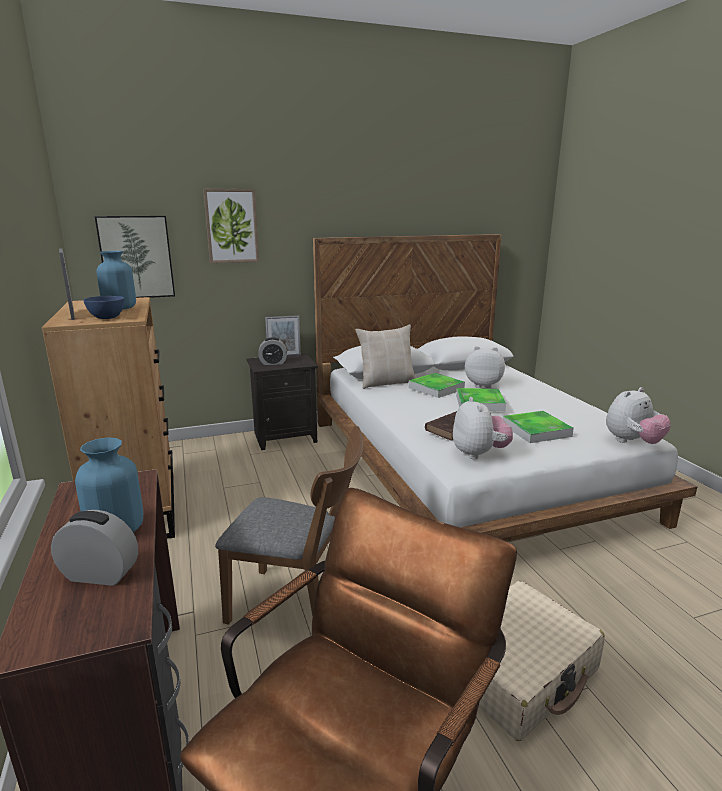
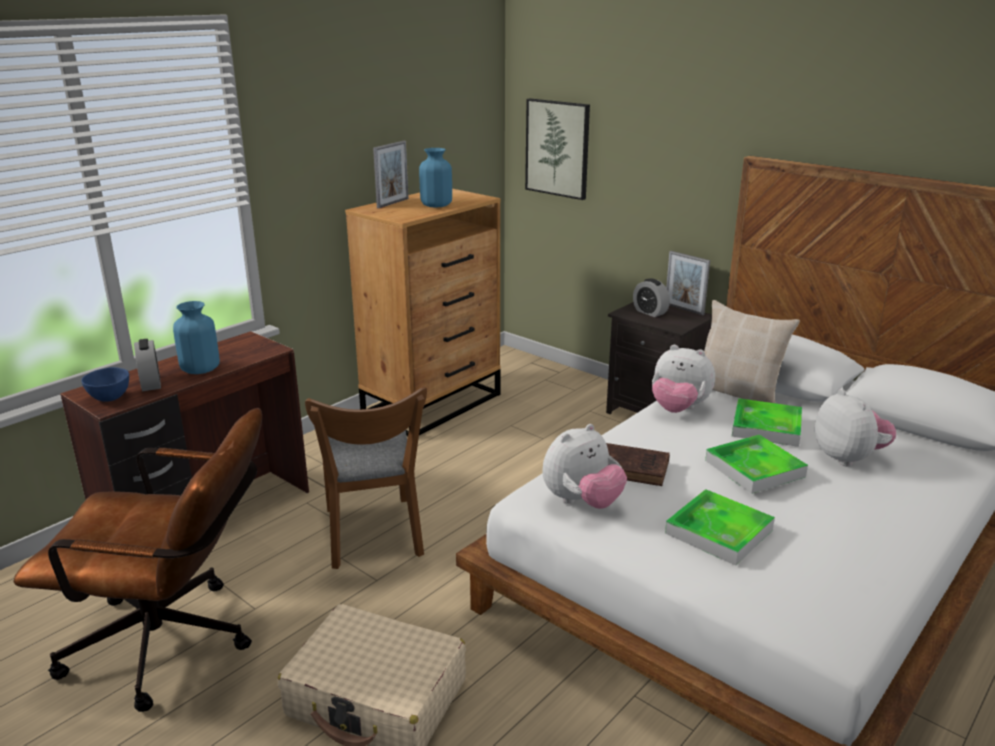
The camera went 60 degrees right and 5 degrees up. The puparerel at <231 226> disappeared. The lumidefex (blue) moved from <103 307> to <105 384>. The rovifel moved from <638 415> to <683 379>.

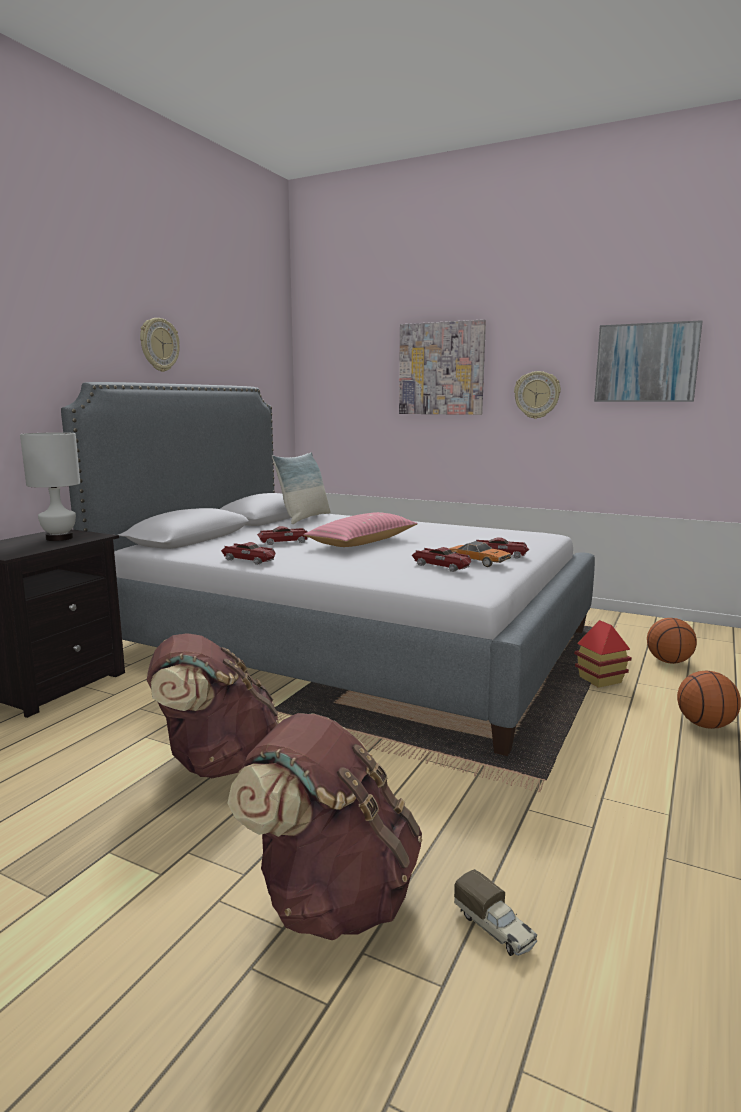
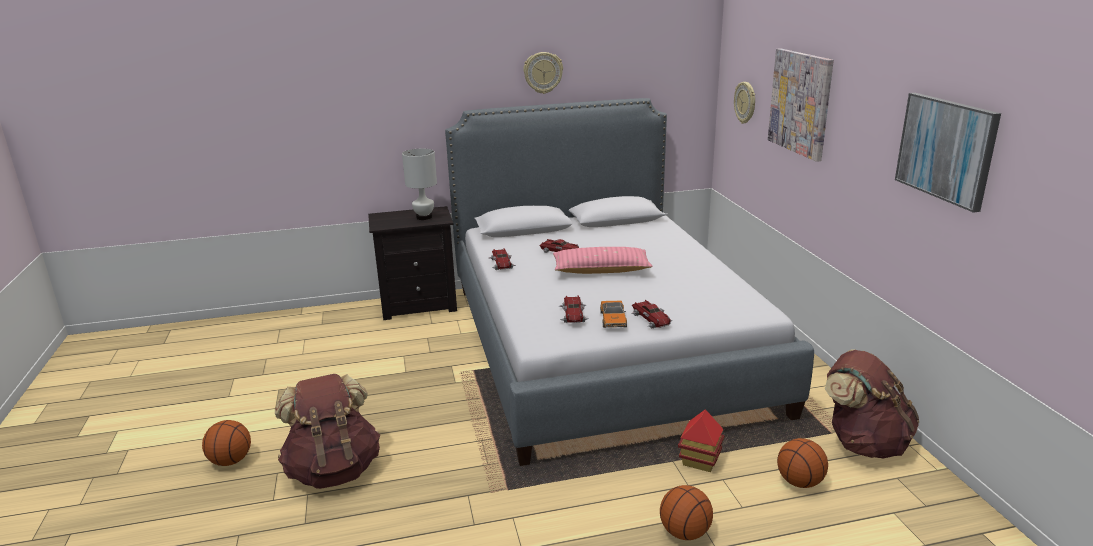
The camera went 50 degrees right and 10 degrees up. The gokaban at <301 488> disappeared. The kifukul at <495 912> disappeared. The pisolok at <226 443> appeared. The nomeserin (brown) moved from <213 705> to <872 404>. The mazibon moved from <537 395> to <744 103>.

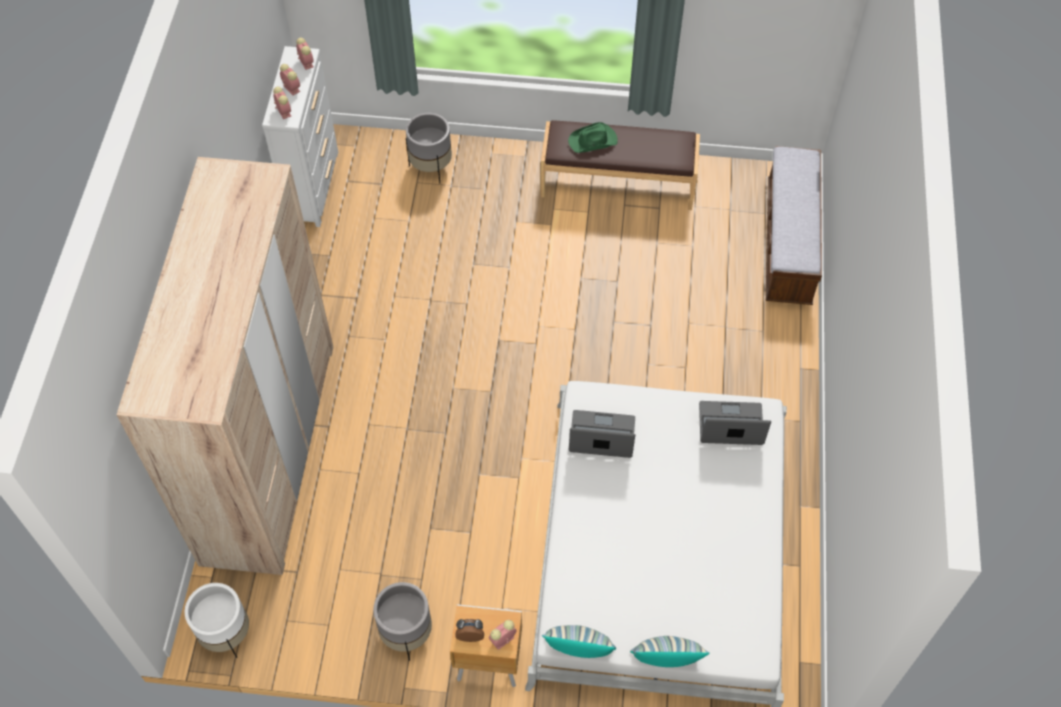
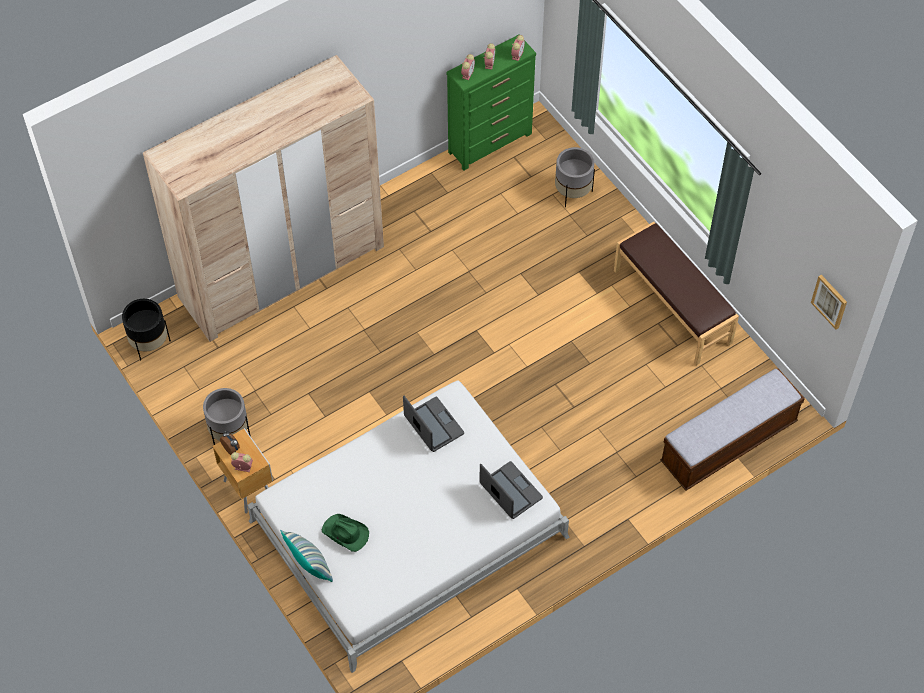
The camera went 50 degrees right and 0 degrees up. The gokaban at <579 641> disappeared. The puparerel at <829 302> appeared. The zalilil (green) moved from <593 137> to <345 533>. The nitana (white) at <217 620> became the nitana (black) at <146 329>. The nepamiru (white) at <300 136> became the nepamiru (green) at <491 103>.

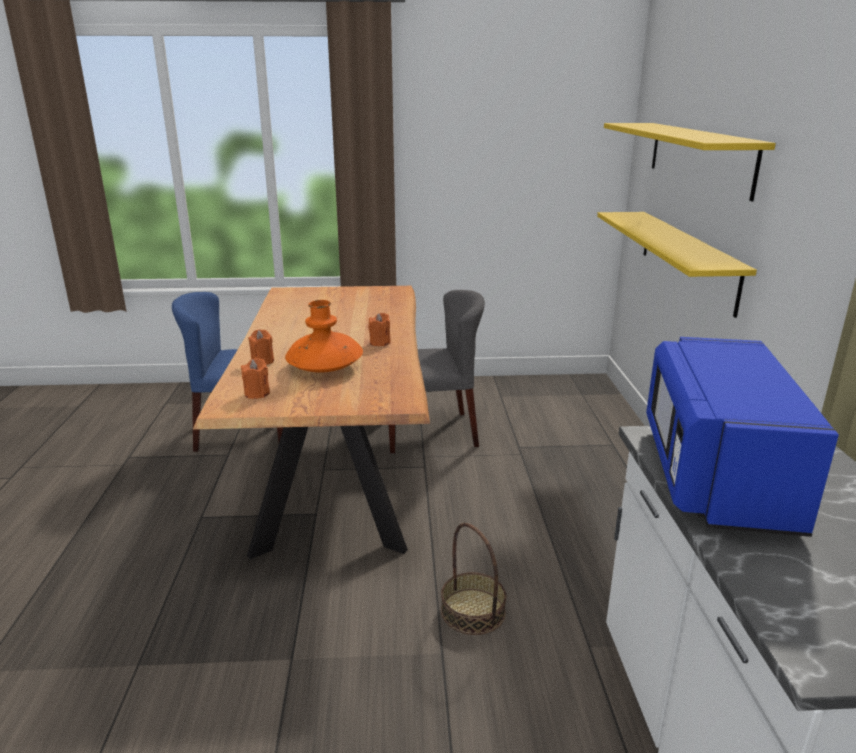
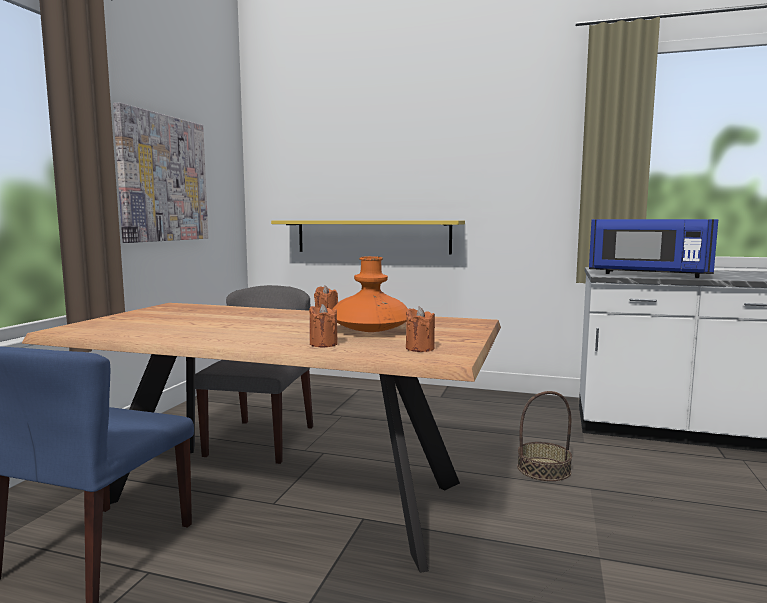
The camera went 70 degrees left and 15 degrees down. The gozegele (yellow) at <690 162> disappeared. The puparerel at <160 173> appeared.

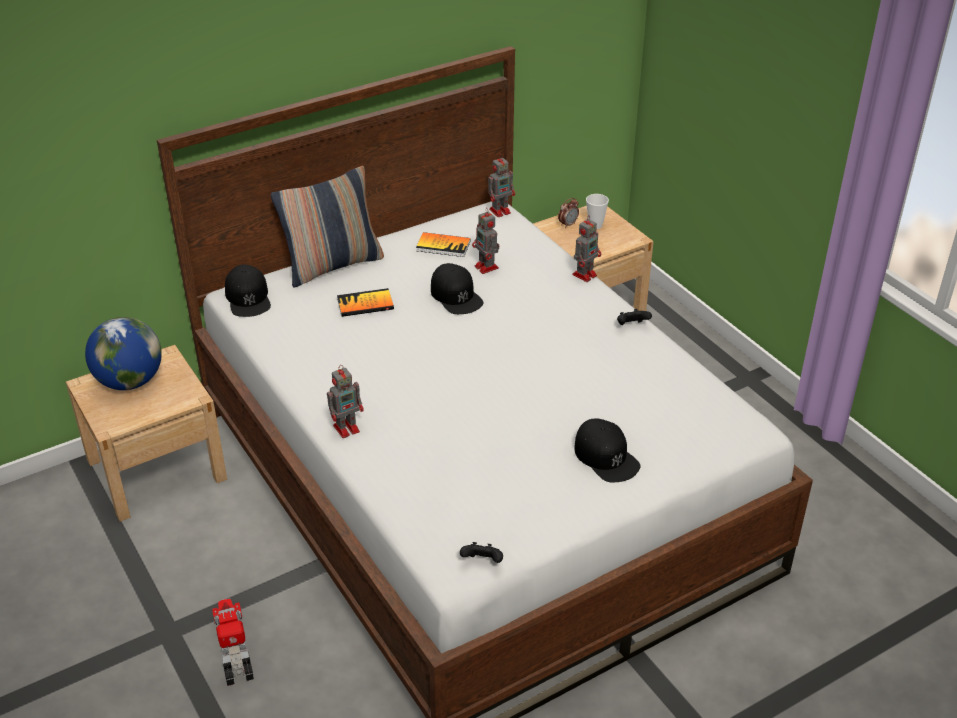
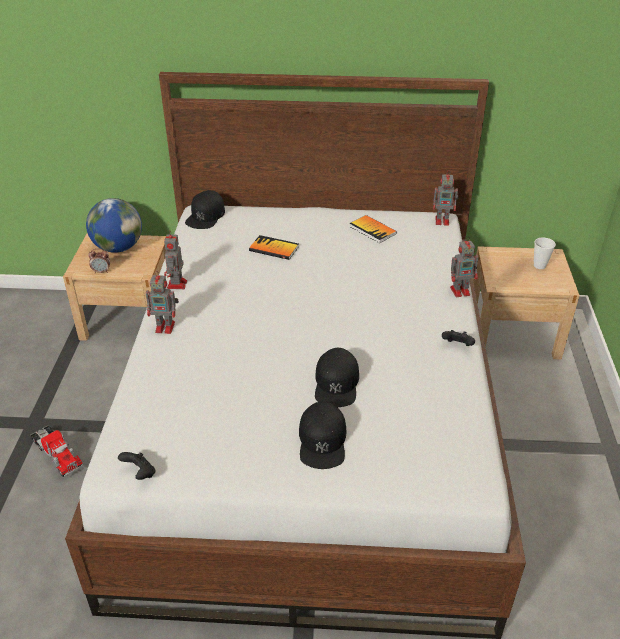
The camera went 35 degrees right and 0 degrees up. The gokaban at <327 227> disappeared. The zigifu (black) moved from <457 288> to <337 377>. The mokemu moved from <485 241> to <175 260>. The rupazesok moved from <568 213> to <99 261>. The kifukul at <233 642> turned 120 degrees clockwise.

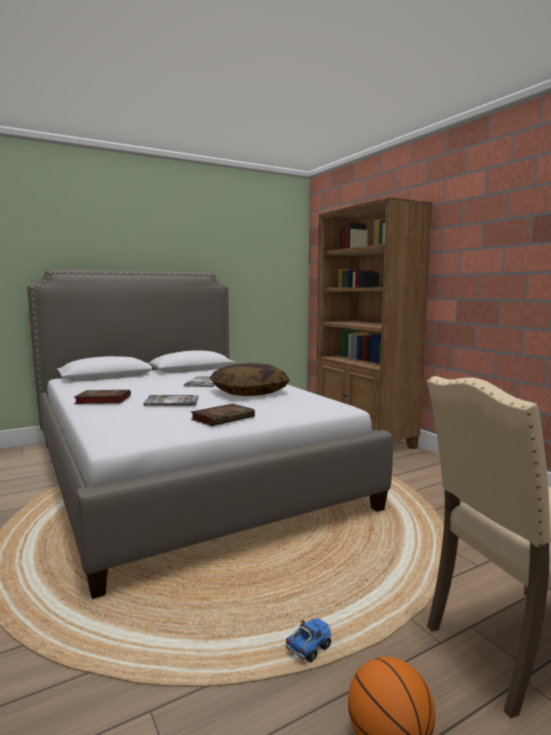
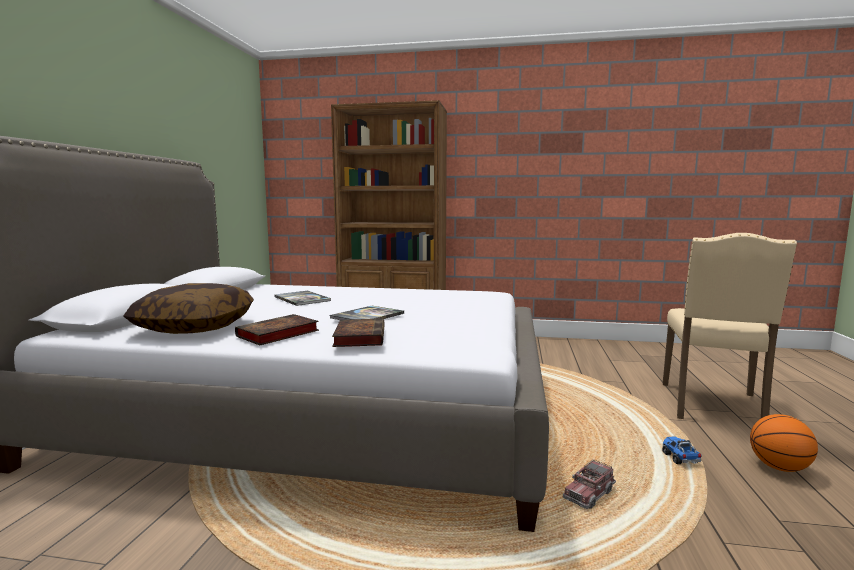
The camera went 50 degrees left and 0 degrees up. The kifukul at <589 484> appeared. The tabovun moved from <223 415> to <358 333>. The gokaban moved from <250 379> to <188 308>.

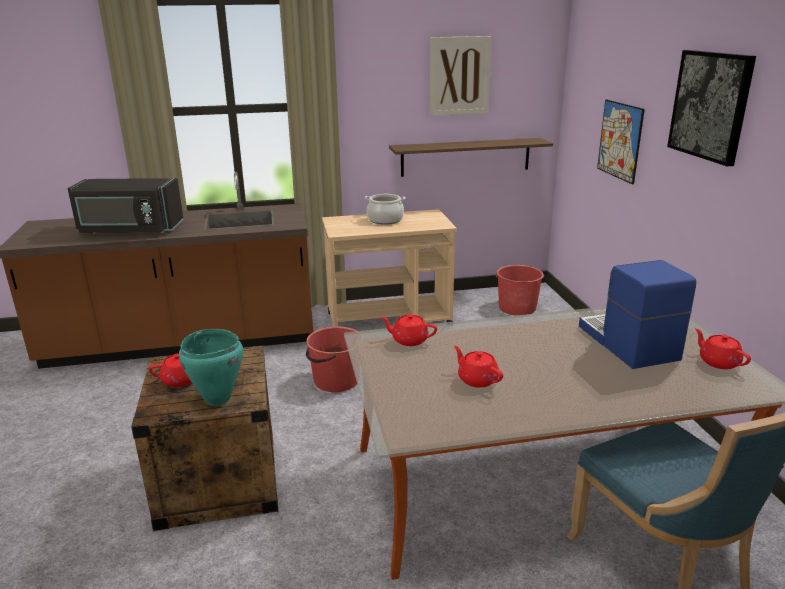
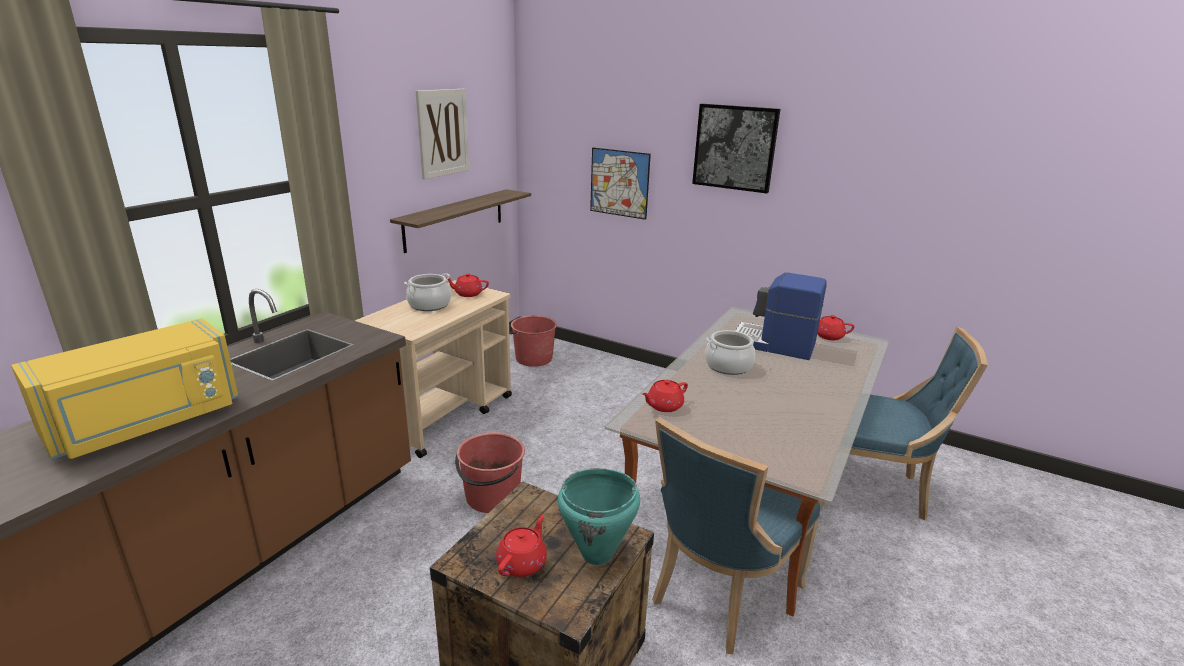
The camera went 50 degrees left and 0 degrees up. The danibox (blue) at <736 535> appeared. The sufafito at <731 352> appeared. The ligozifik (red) moved from <478 367> to <467 285>. The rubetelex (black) at <126 206> became the rubetelex (yellow) at <125 389>.

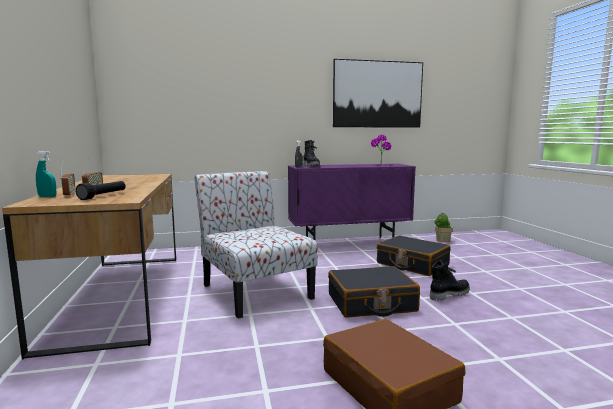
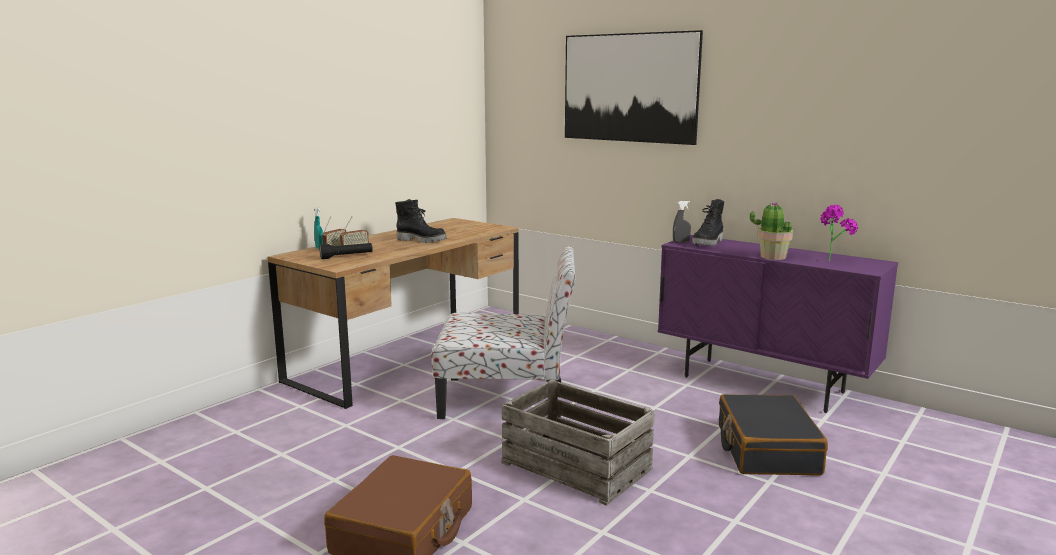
The camera went 50 degrees right and 5 degrees up. The puparerel moved from <378 93> to <634 87>. The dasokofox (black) moved from <450 280> to <421 221>. The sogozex moved from <444 227> to <771 230>. The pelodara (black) at <374 292> was replaced by the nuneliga at <578 443>. The danibox at <256 245> turned 75 degrees clockwise.

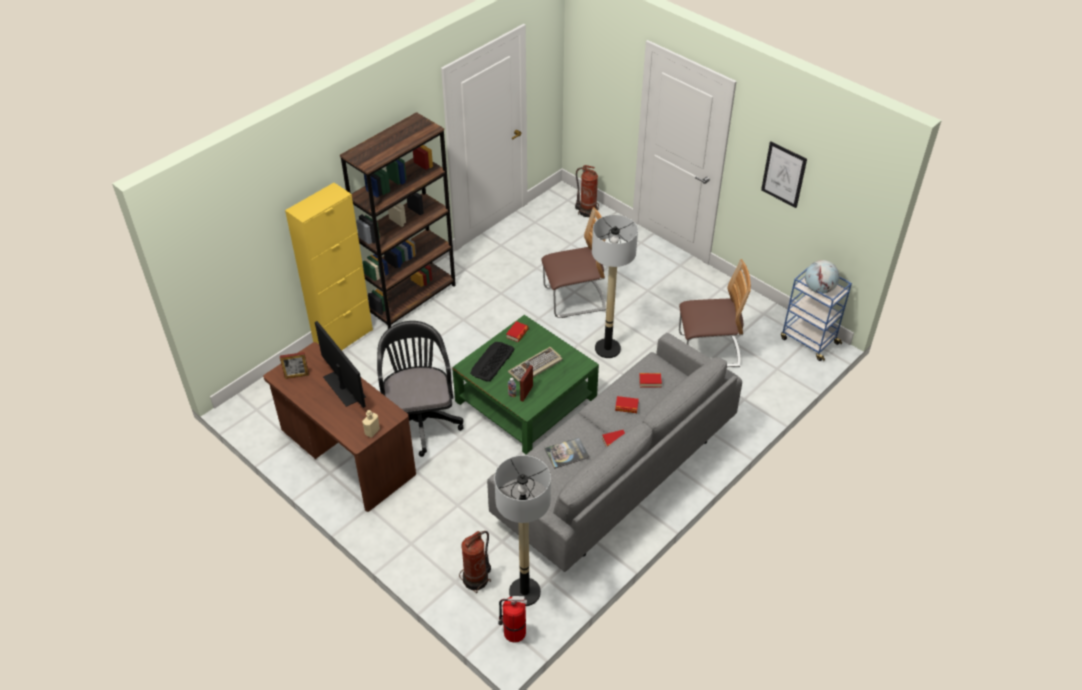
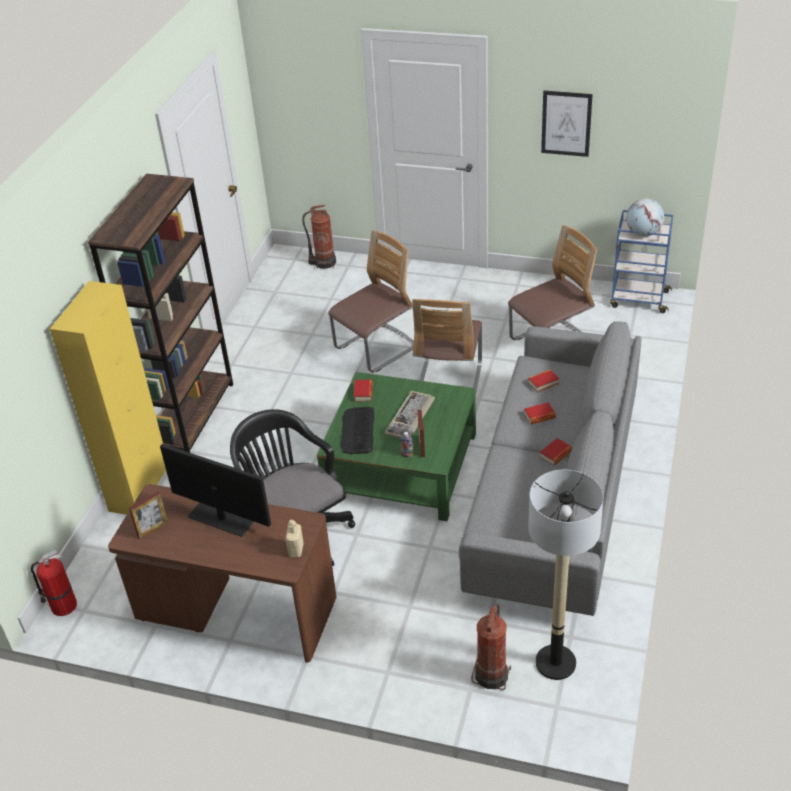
The camera went 25 degrees left and 5 degrees down. The tabovun at <567 453> disappeared. The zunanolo moved from <512 619> to <54 583>. The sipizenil at <615 286> was replaced by the danibox at <447 345>.

